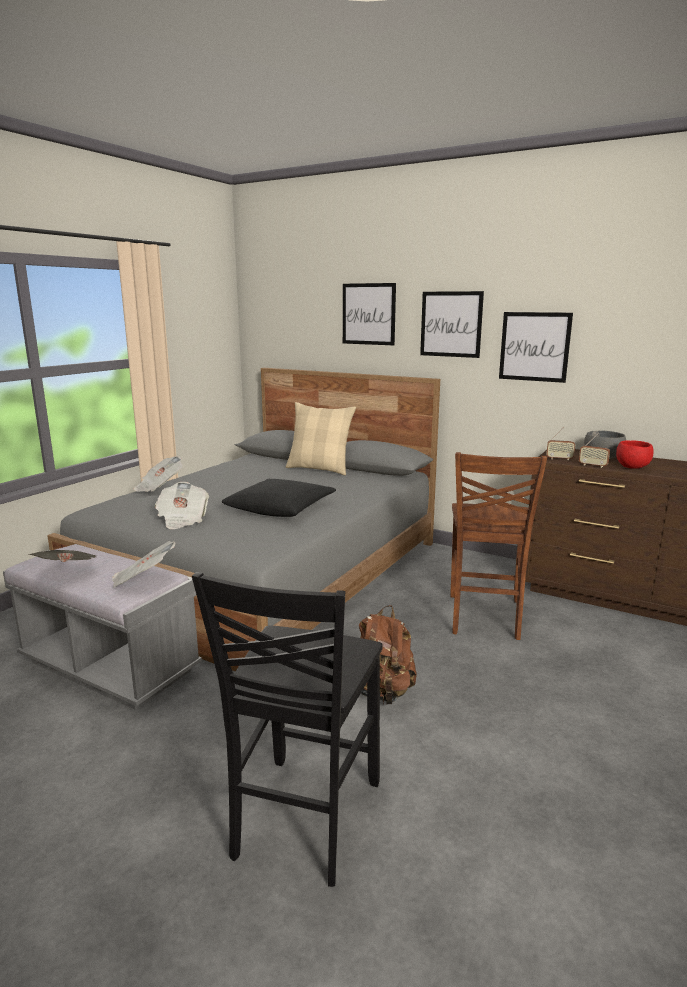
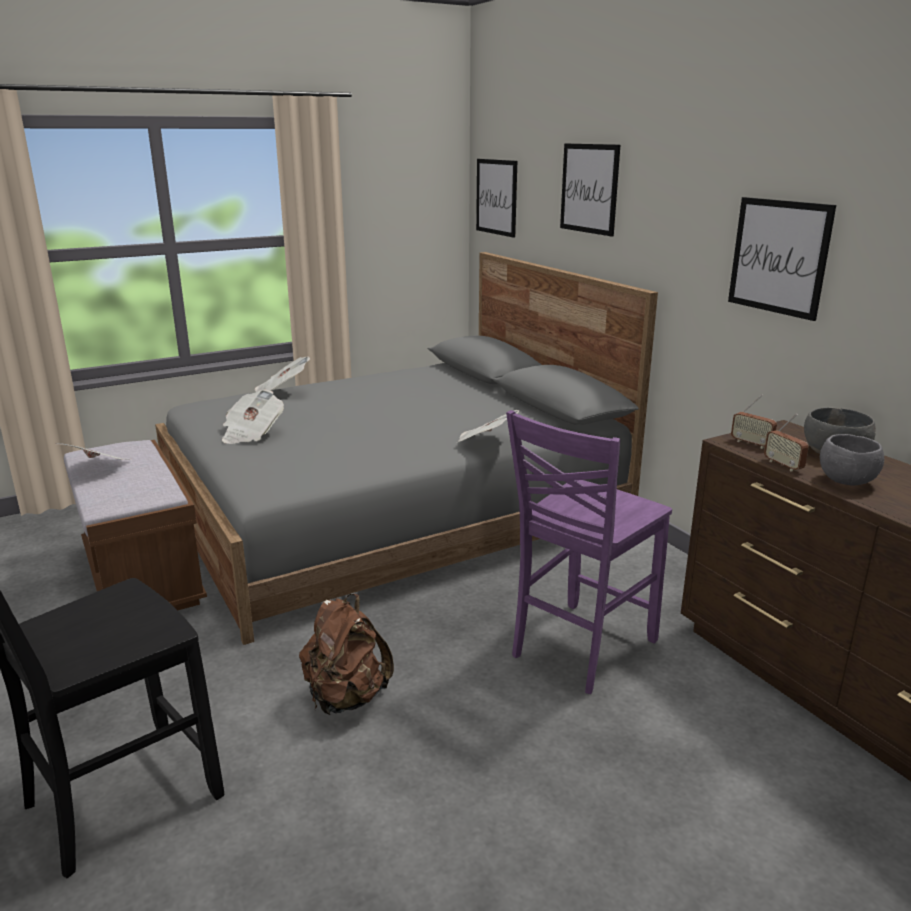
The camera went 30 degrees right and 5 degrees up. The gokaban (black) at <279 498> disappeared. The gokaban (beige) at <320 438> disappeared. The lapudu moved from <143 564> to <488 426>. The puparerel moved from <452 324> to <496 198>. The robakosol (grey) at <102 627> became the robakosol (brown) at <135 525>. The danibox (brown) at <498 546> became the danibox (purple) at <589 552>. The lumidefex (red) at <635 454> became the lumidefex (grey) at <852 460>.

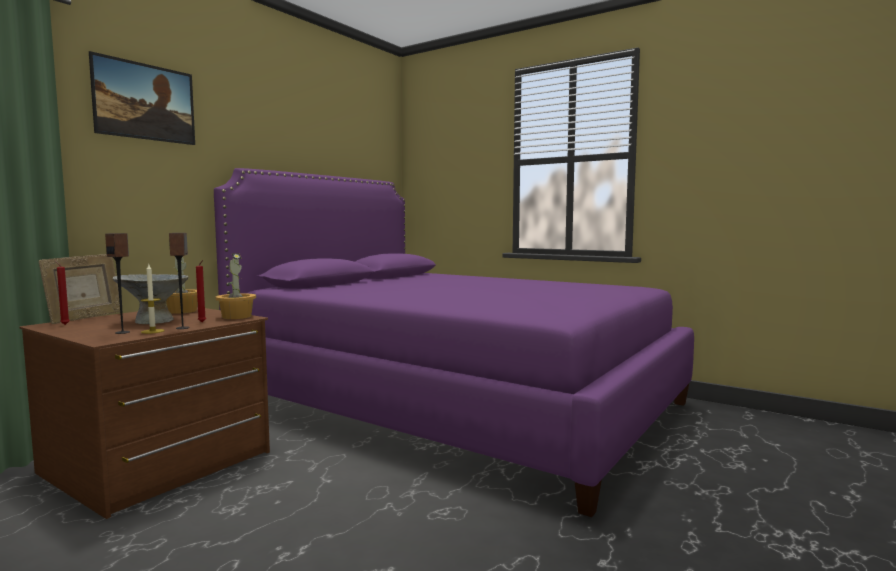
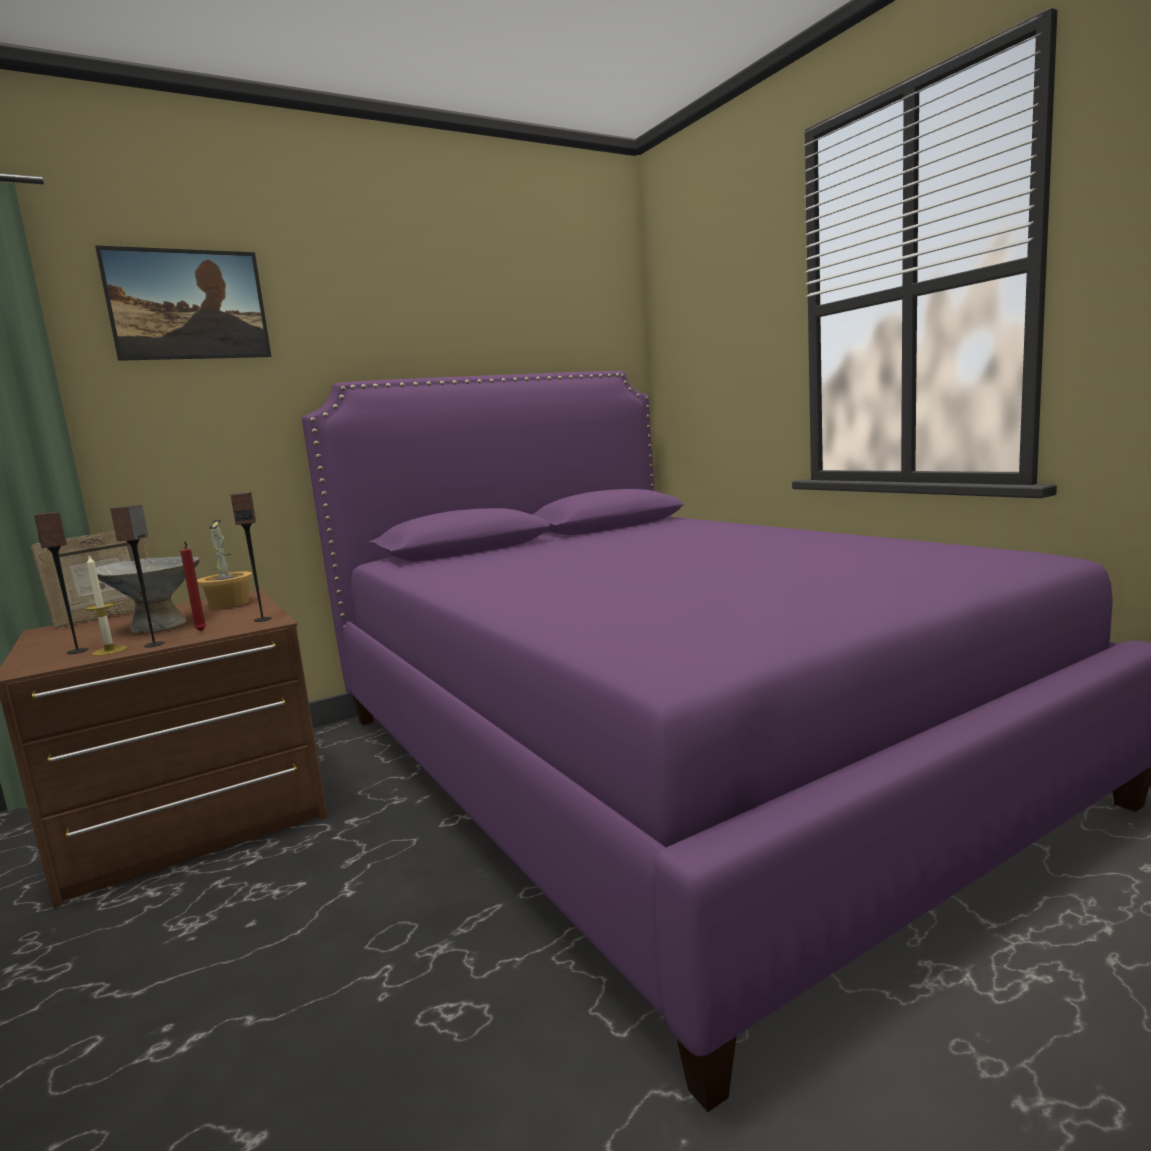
The camera went 25 degrees right and 5 degrees up. The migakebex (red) at <62 293> disappeared. The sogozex at <235 286> was replaced by the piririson at <250 557>.

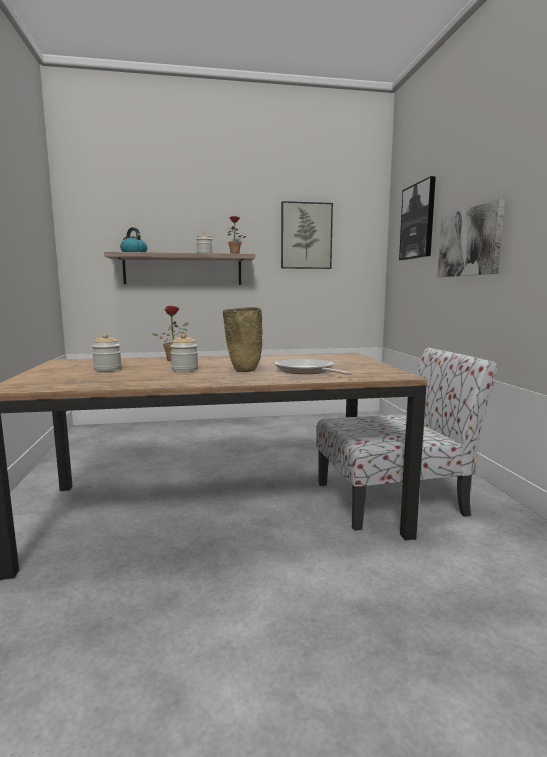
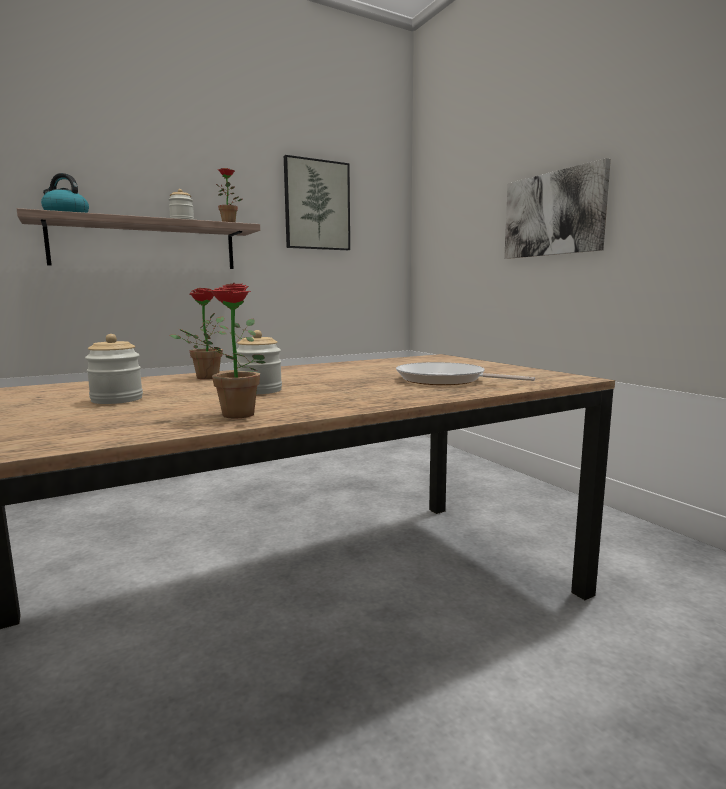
The camera went 20 degrees left and 0 degrees up. The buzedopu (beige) at <242 339> disappeared. The danibox at <406 439> disappeared. The puparerel at <417 218> disappeared. The sogozex at <222 351> appeared.

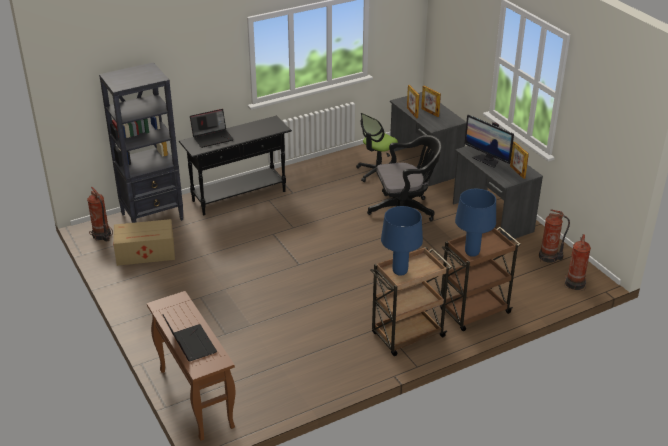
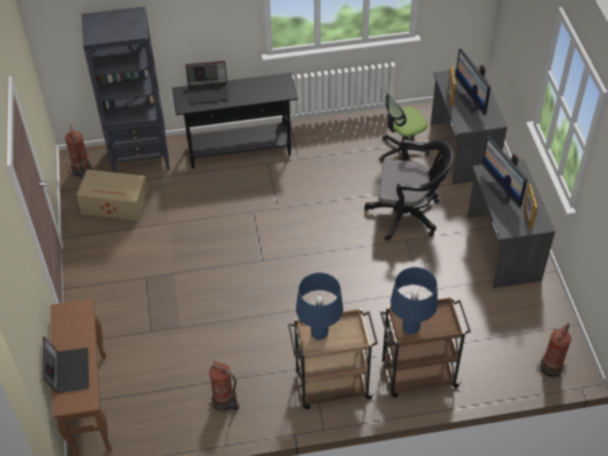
The camera went 20 degrees right and 15 degrees up. The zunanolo moved from <554 236> to <224 386>. The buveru at <431 101> was replaced by the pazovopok at <473 82>.

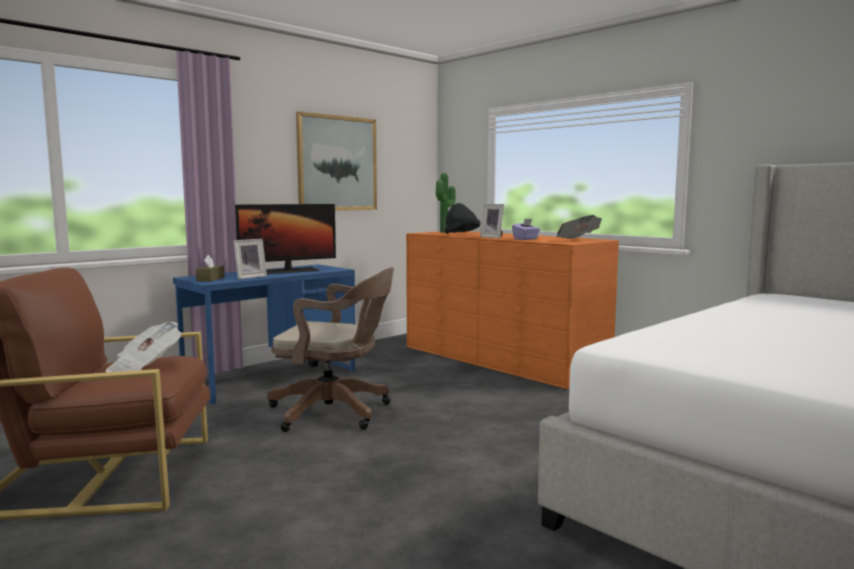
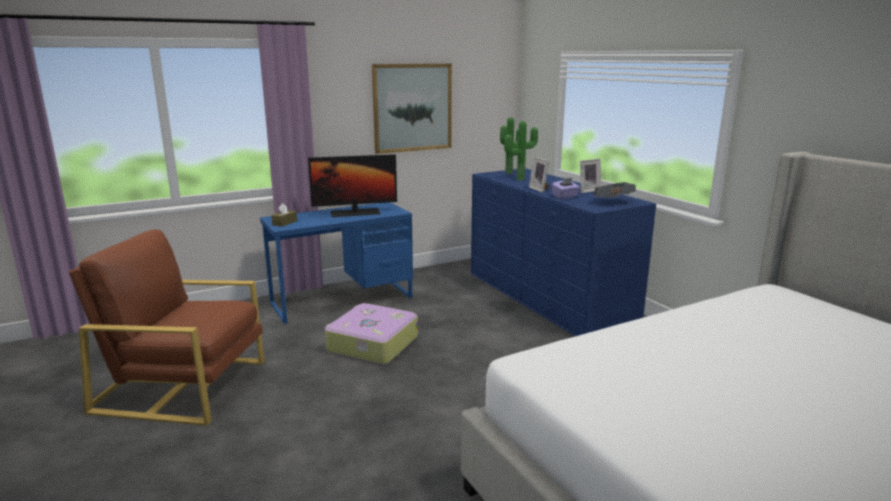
The camera went 15 degrees right and 10 degrees up. The lapudu at <143 347> disappeared. The buveru moved from <250 259> to <590 175>. The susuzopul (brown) at <330 349> was replaced by the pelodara at <371 334>. The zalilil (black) at <462 218> was replaced by the sogozex at <521 151>. The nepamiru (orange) at <512 310> became the nepamiru (blue) at <563 252>.

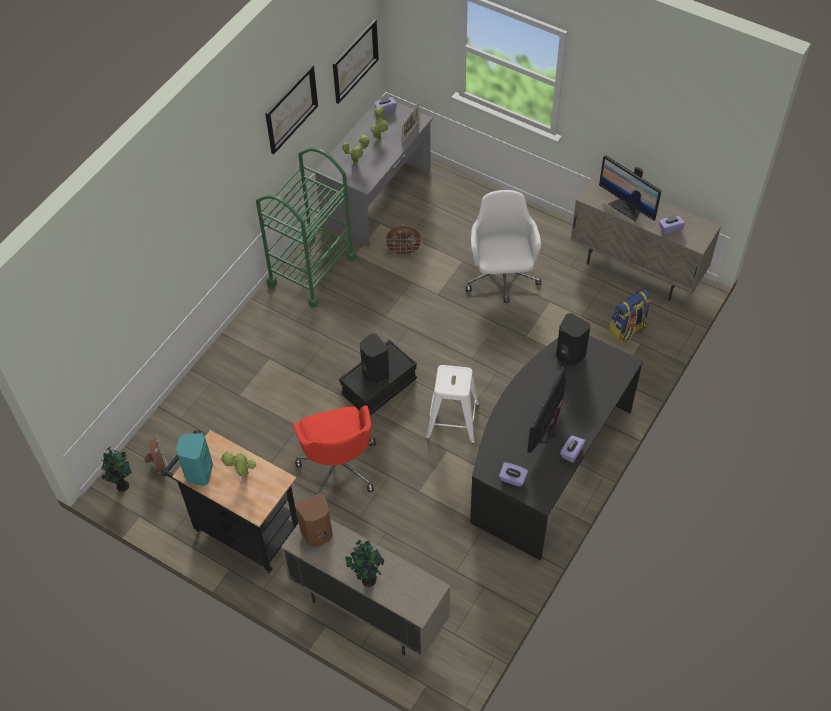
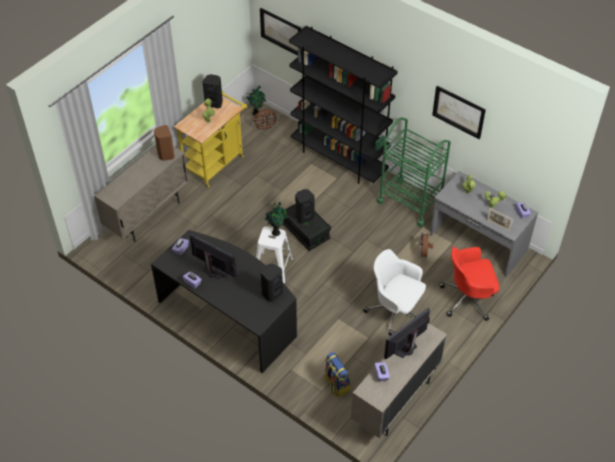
The camera went 95 degrees right and 5 degrees down. The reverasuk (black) at <343 105> appeared. The susuzopul (red) moved from <334 449> to <469 284>. The puparerel moved from <356 61> to <280 32>. The sogozex moved from <365 563> to <276 219>. The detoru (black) at <230 501> became the detoru (yellow) at <210 139>. The piririson (turquoise) at <194 459> became the piririson (black) at <212 91>. The susuzopul (white) at <503 246> turned 150 degrees counterclockwise.

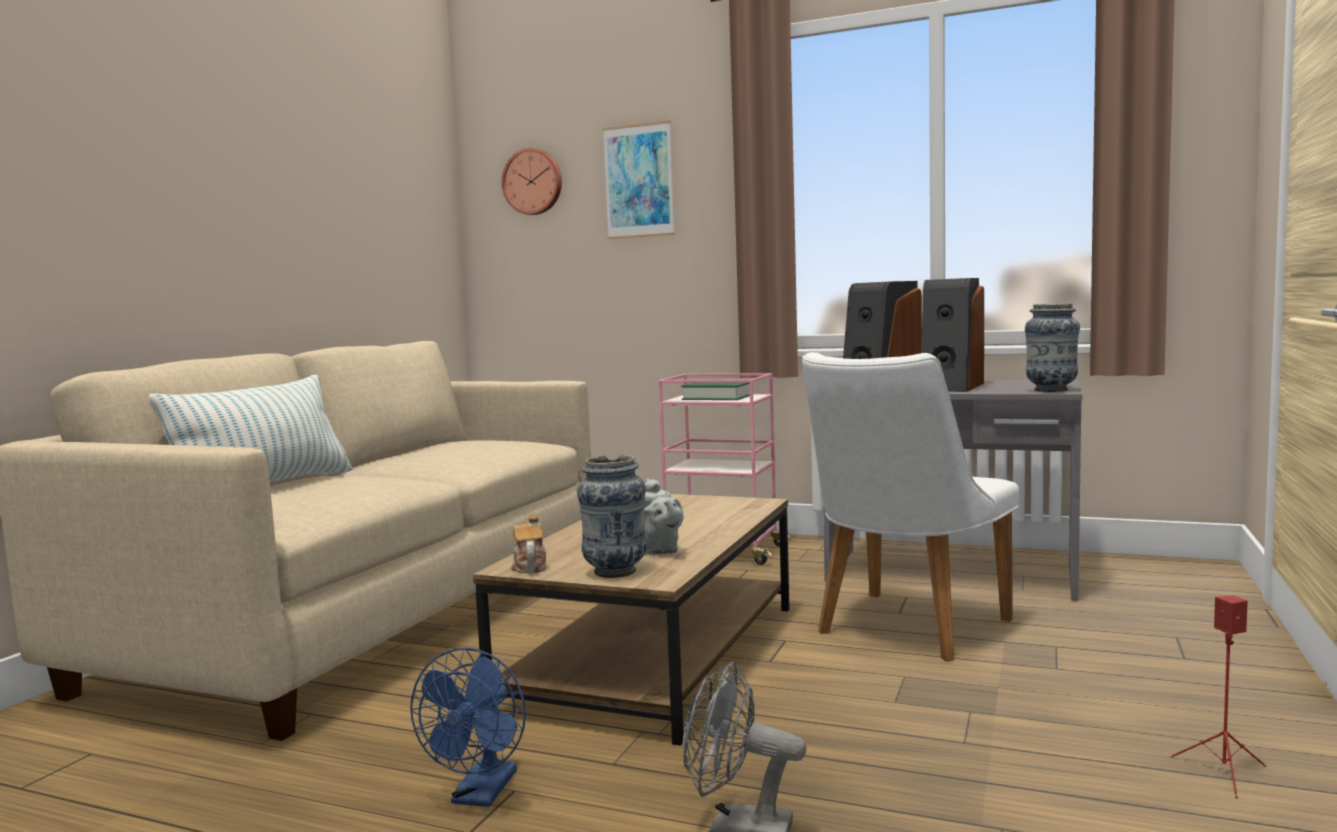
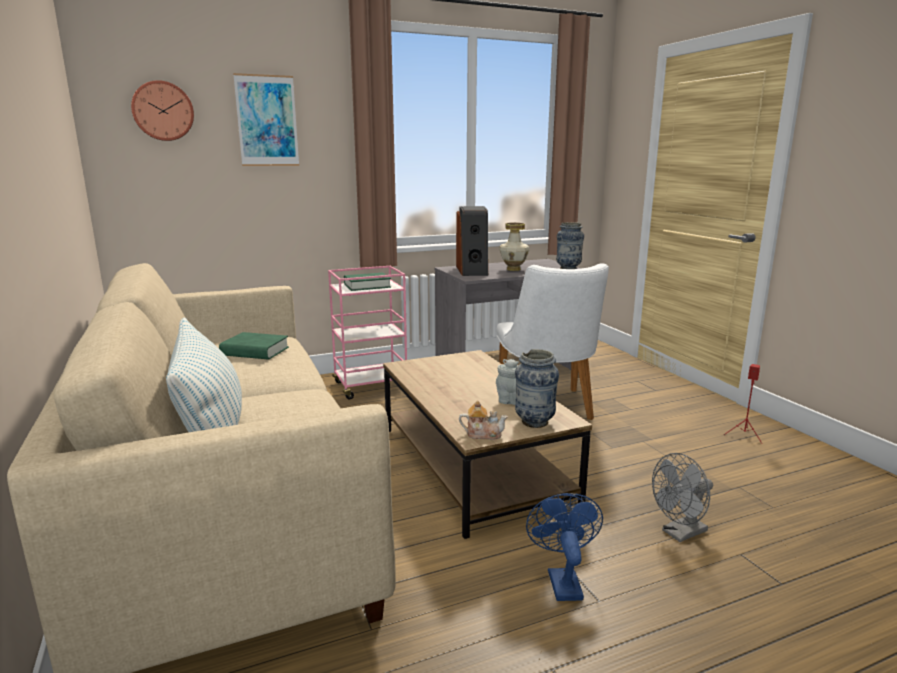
The camera went 45 degrees left and 10 degrees up. The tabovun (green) at <254 346> appeared. The piririson at <952 335> was replaced by the buzedopu at <514 246>. The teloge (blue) at <468 727> turned 150 degrees counterclockwise. The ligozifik at <528 543> turned 150 degrees clockwise.

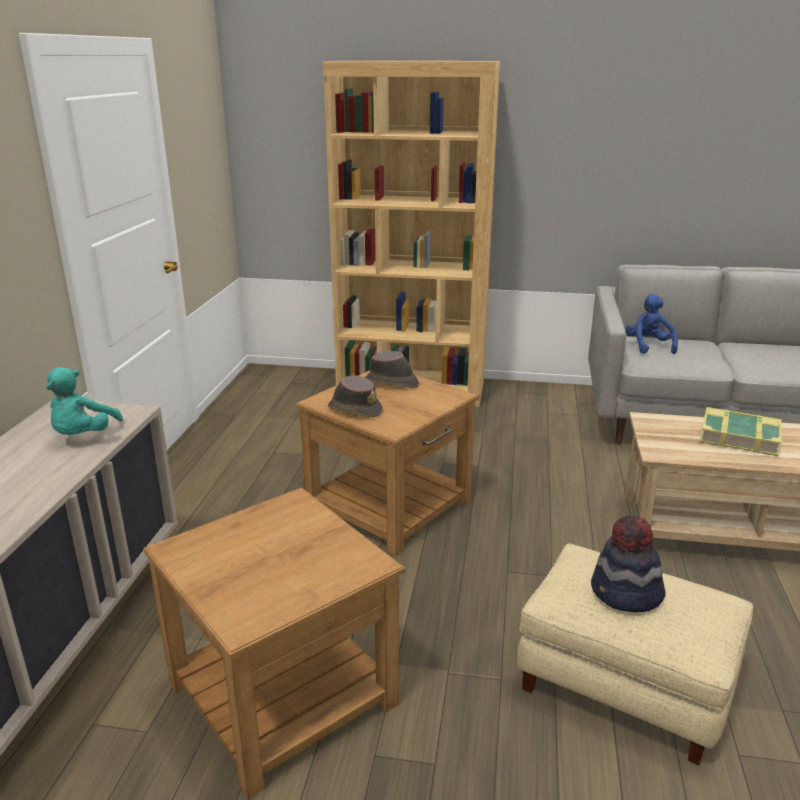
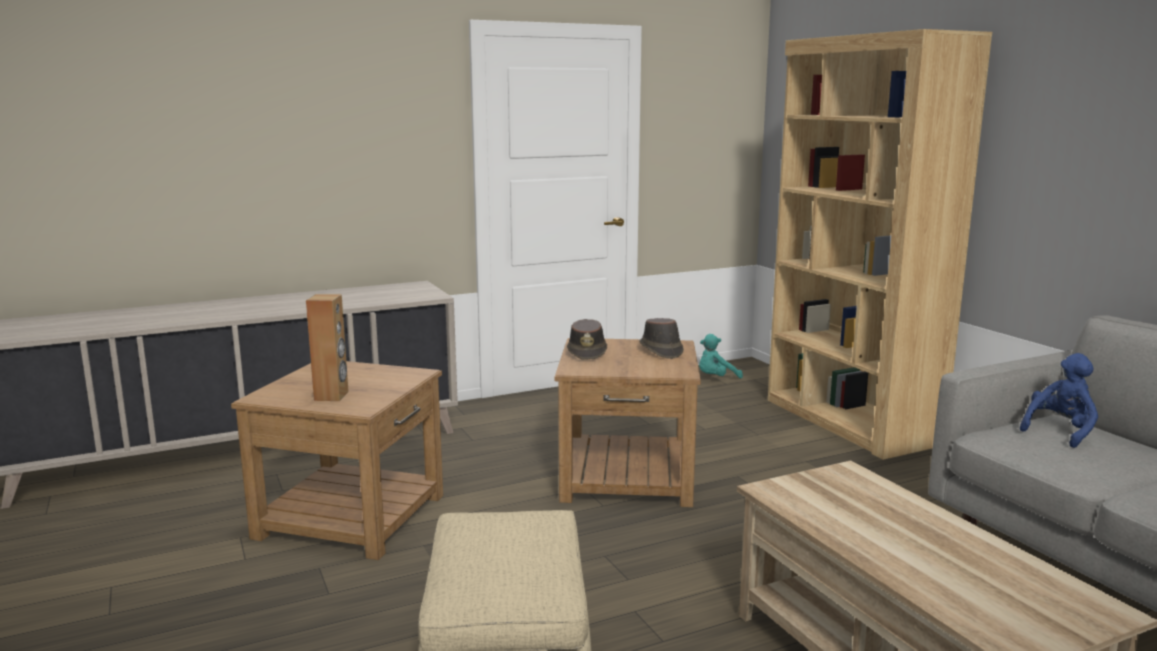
The camera went 55 degrees right and 10 degrees down. The zalilil at <628 563> disappeared. The tabovun at <741 431> disappeared. The piririson (brown) at <327 347> appeared. The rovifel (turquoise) moved from <84 401> to <721 356>.

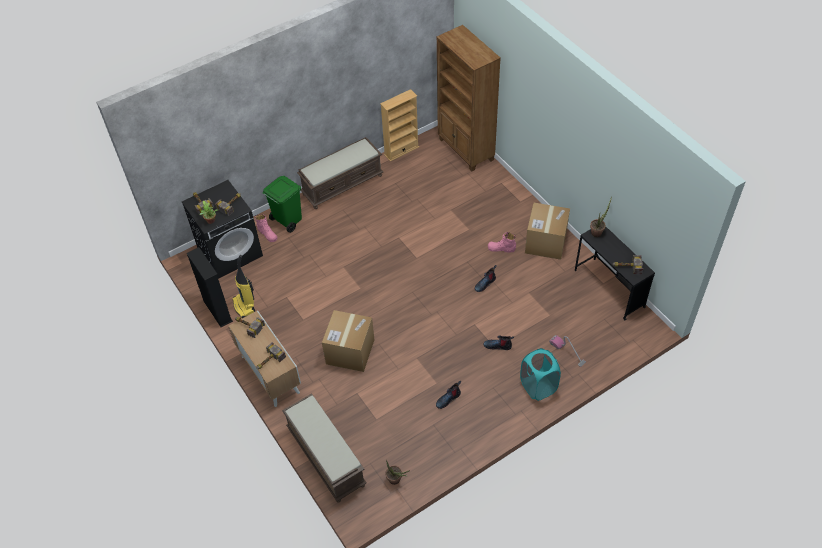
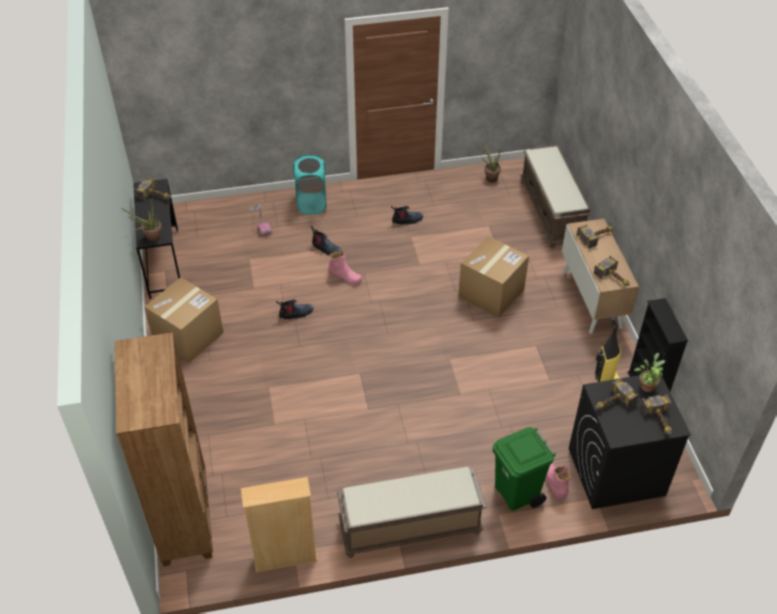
The camera went 160 degrees left and 5 degrees down. The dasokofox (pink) moved from <502 242> to <345 268>.

